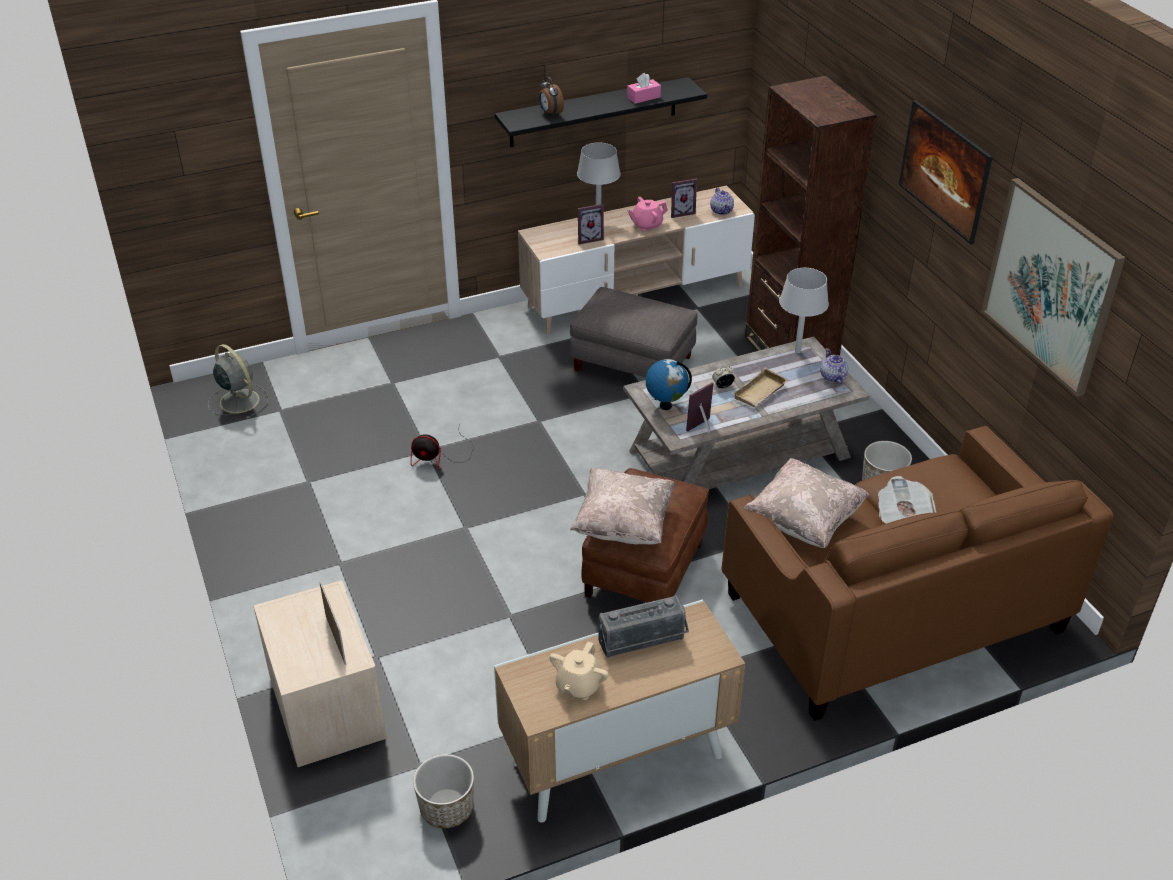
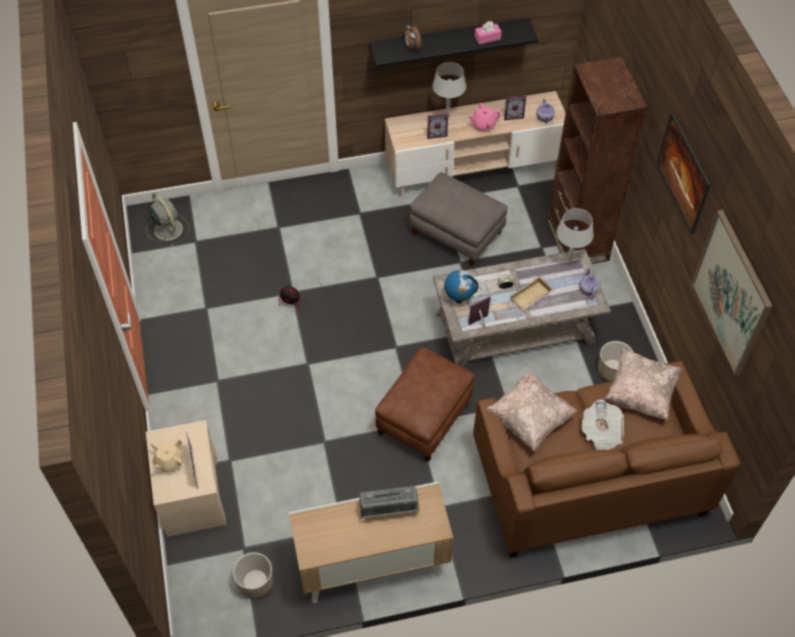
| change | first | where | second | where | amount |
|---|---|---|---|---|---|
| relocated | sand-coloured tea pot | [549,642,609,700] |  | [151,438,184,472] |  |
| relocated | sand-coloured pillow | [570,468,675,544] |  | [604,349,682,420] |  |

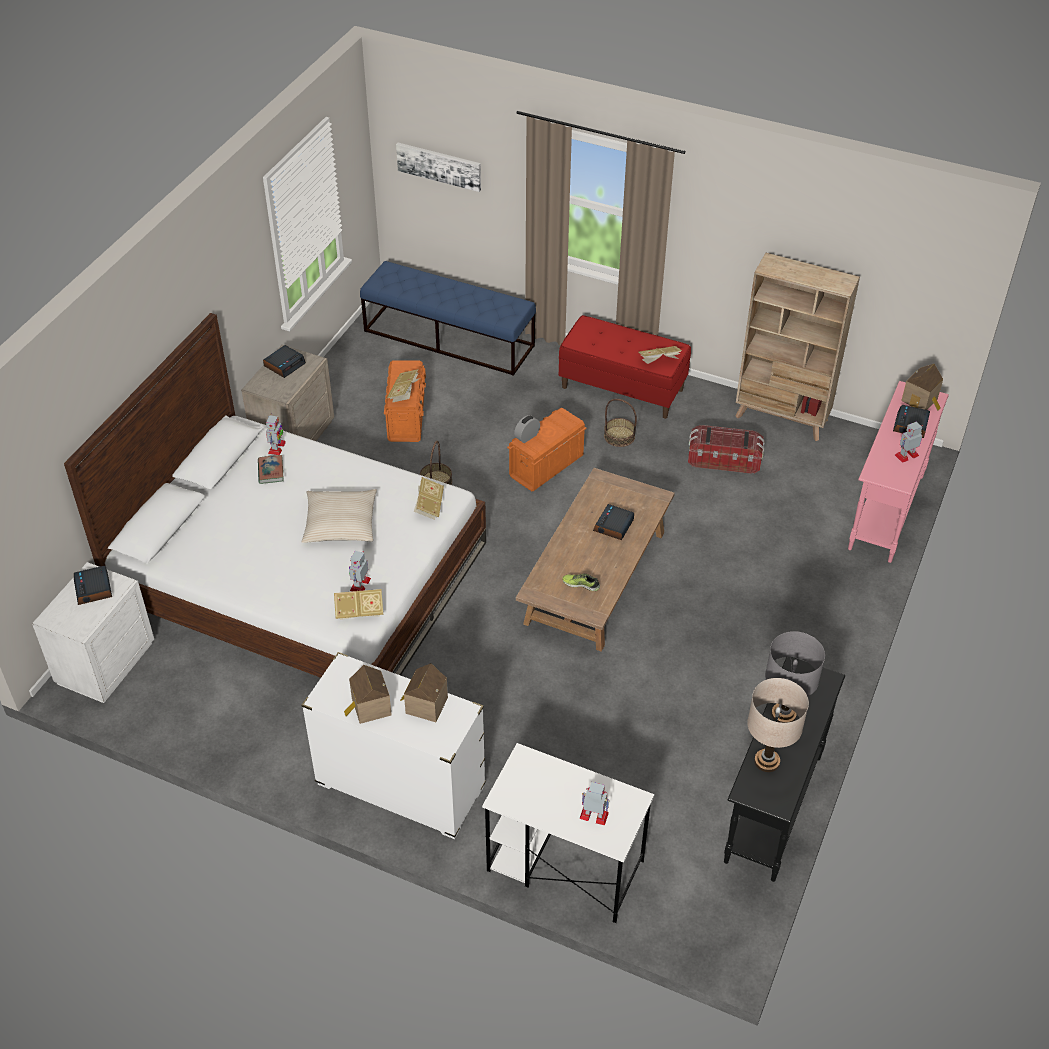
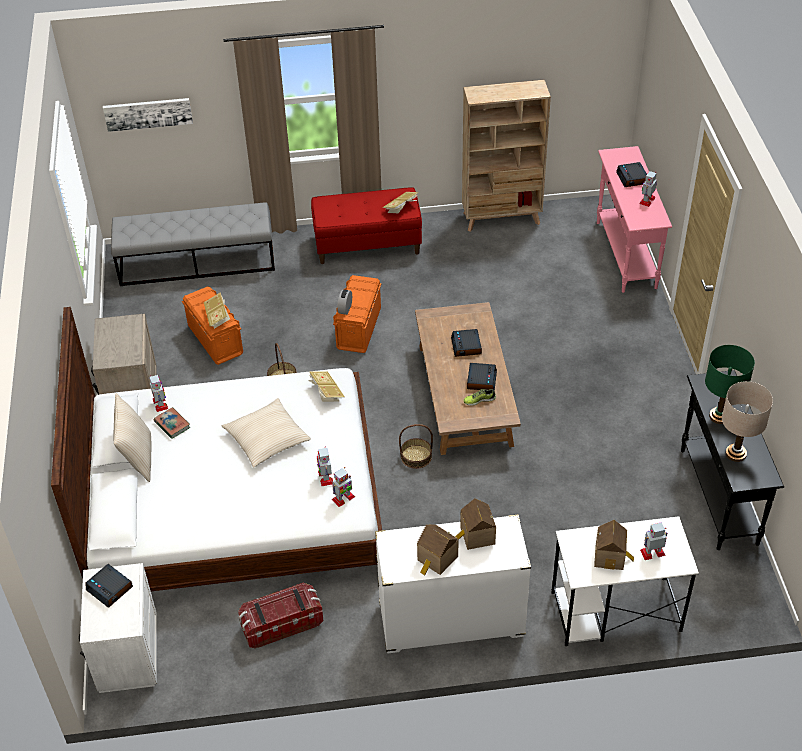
| change | first | where | second | where | amount |
|---|---|---|---|---|---|
| appeared |  |  | sand-coloured pillow | [113,393,151,482] |  |
| relocated | bedside clock | [263,345,306,378] |  | [467,363,497,391] |  |
| relocated | storage basket | [604,399,637,447] |  | [399,424,433,469] |  |
| relocated | storage container | [688,425,765,474] |  | [238,583,324,649] |  |
| relocated | model house | [901,364,943,411] |  | [594,520,634,570] |  |
| exchanged | book | [334,589,383,620] | robot figure | [332,467,355,507] |  |
| colour | blue long seat | [360,261,536,376] | gray long seat | [111,202,275,286] |  |
| colour | gray lamp for a table | [765,631,825,723] | green lamp for a table | [705,345,755,424] |  |

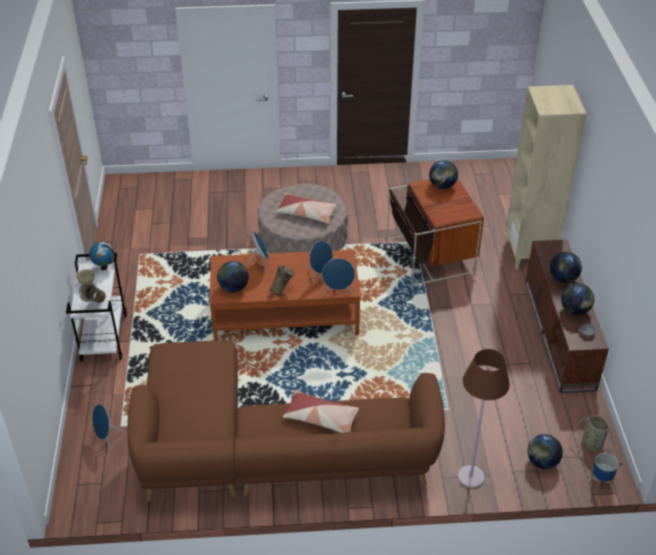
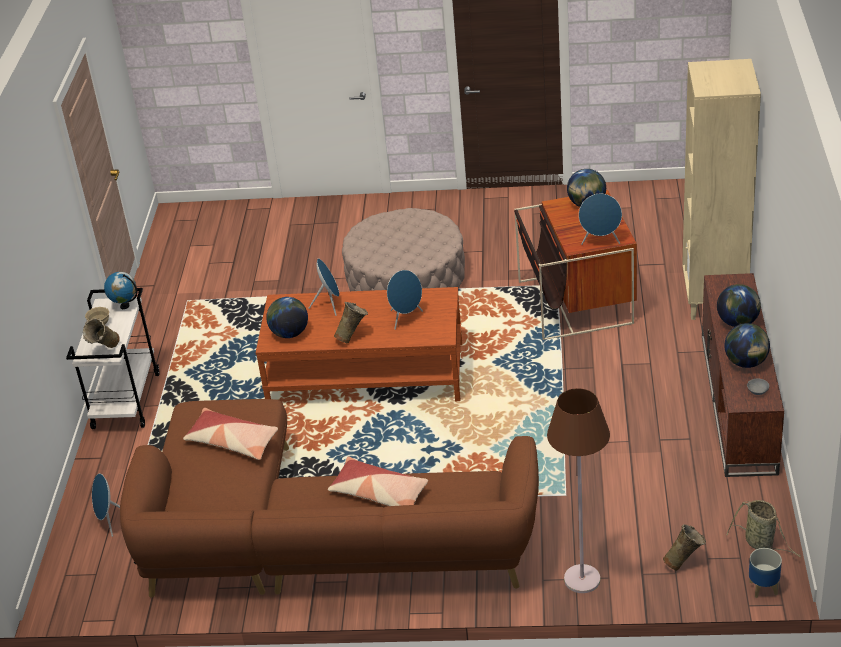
| change | first | where | second | where | amount |
|---|---|---|---|---|---|
| relocated | pillow | [276,193,336,224] |  | [183,408,278,460] |  |
| relocated | blue speaker | [322,258,355,295] |  | [579,194,622,245] |  |
| exchanged | desk globe | [527,434,563,469] | sand-coloured vase | [663,524,706,571] |  |

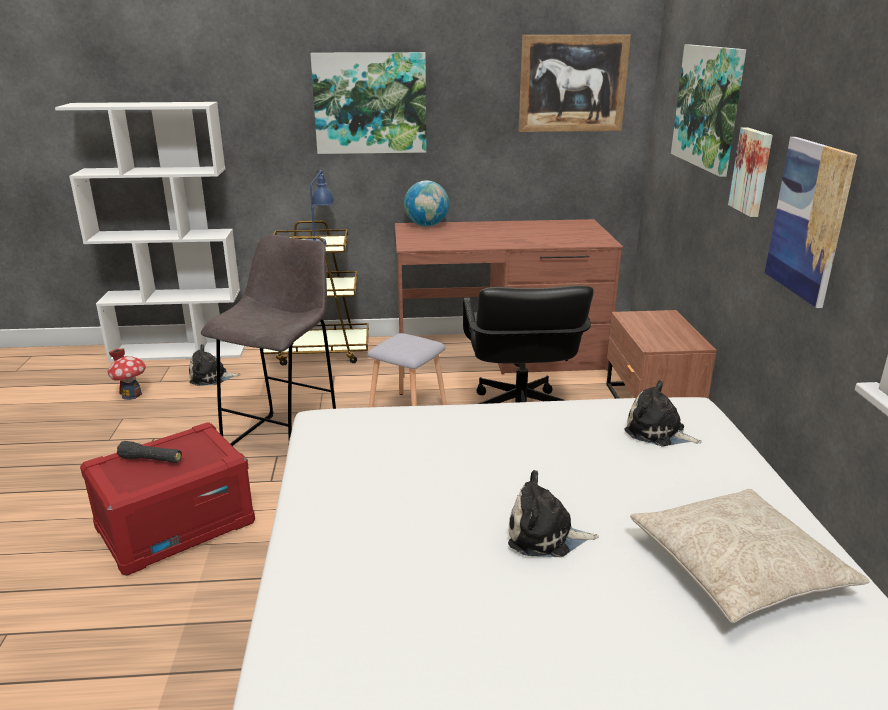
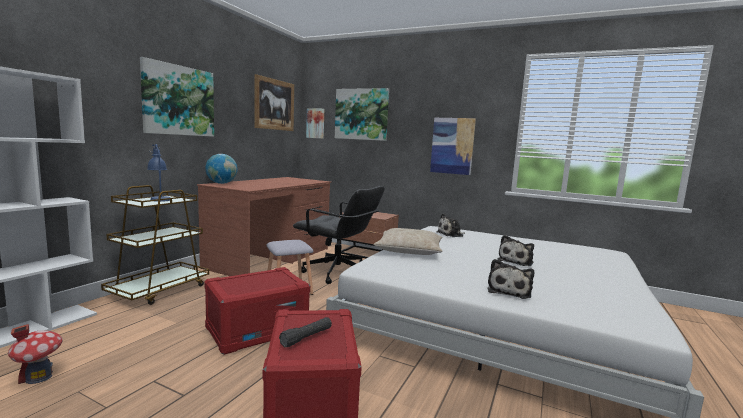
| change | first | where | second | where | amount |
|---|---|---|---|---|---|
| relocated | cuddly toy | [189,344,241,386] |  | [488,259,534,299] |  |
| relocated | sand-coloured pillow | [630,489,870,623] |  | [373,228,442,255] |  |
| relocated | wall picture | [728,127,773,217] |  | [306,108,324,139] |  |
| exchanged | gray sitting stool | [201,235,336,446] | red-coloured storage container | [204,267,310,355] |  |

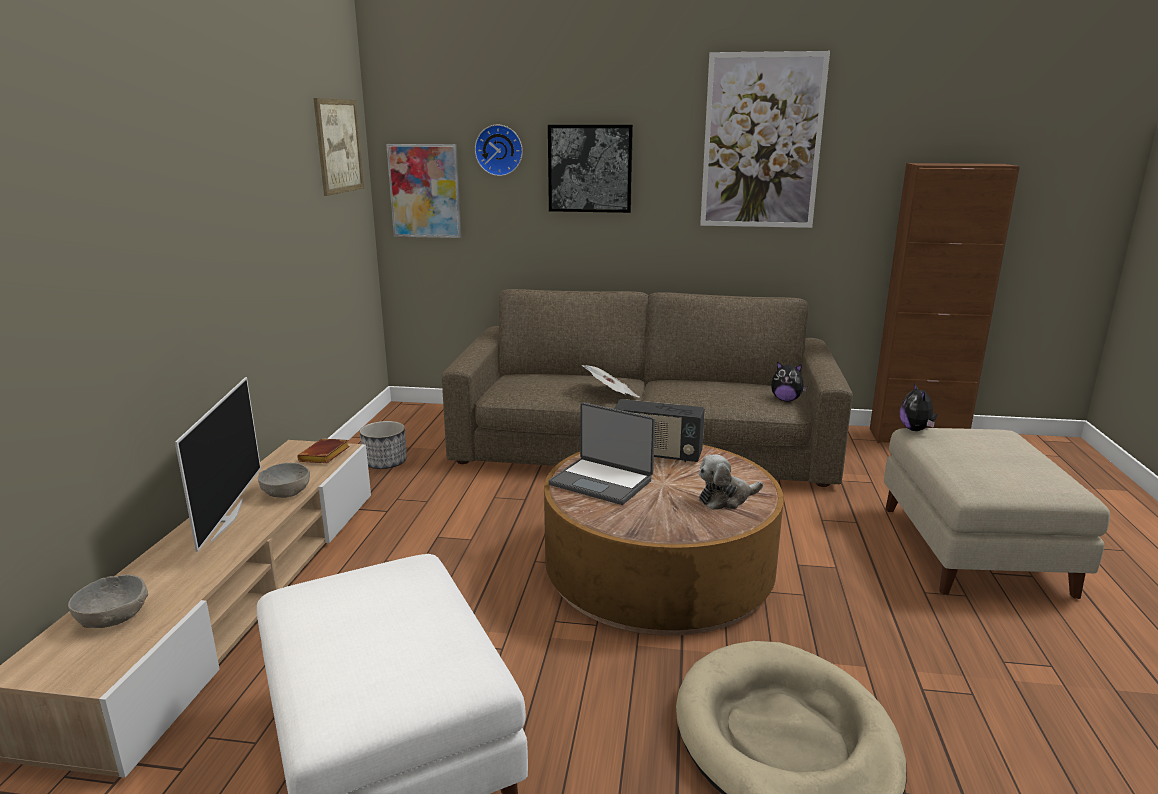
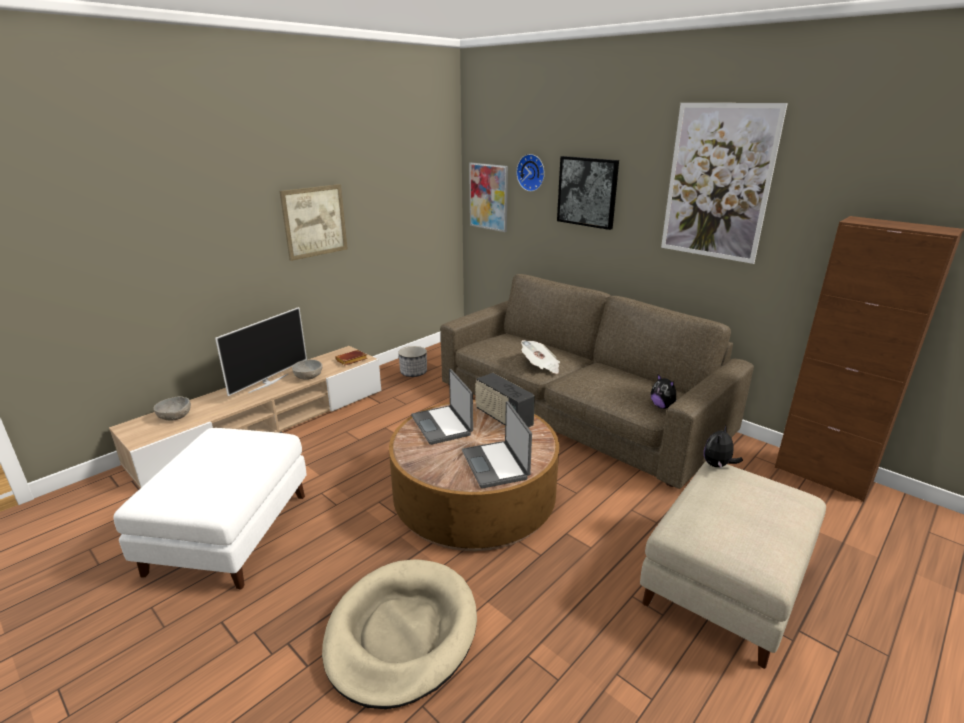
| change | first | where | second | where | amount |
|---|---|---|---|---|---|
| relocated | wall picture | [313,98,364,196] |  | [279,184,348,261] |  |
| exchanged | cuddly toy | [699,455,763,510] | laptop | [462,401,532,488] |  |

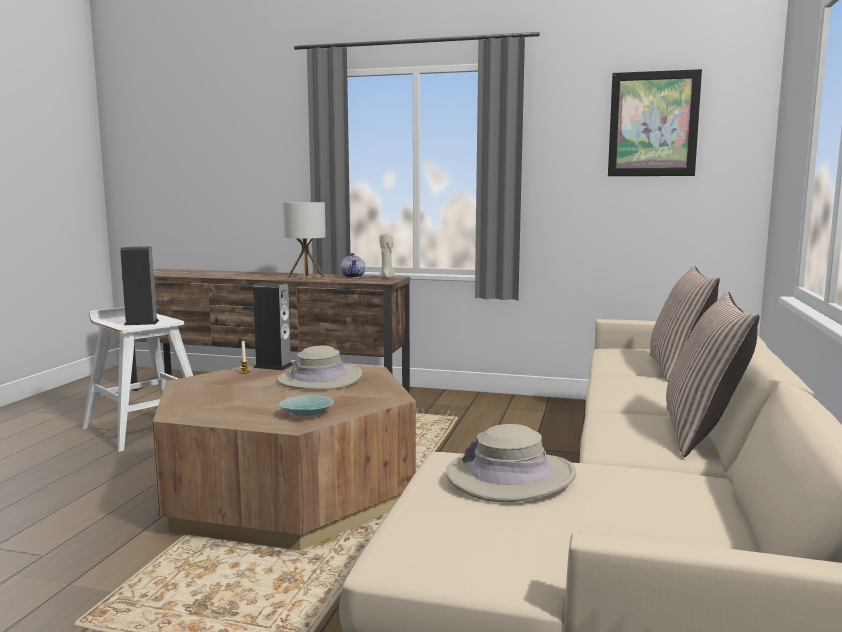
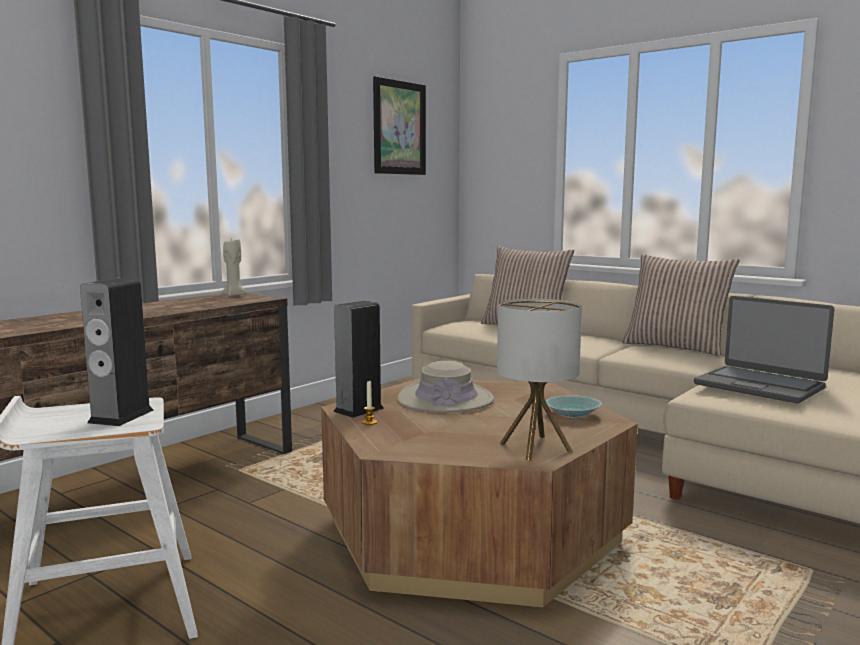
| change | first | where | second | where | amount |
|---|---|---|---|---|---|
| missing | tea pot | [341,253,365,278] |  |  |  |
| relocated | lamp for a table | [283,202,326,280] |  | [497,299,582,461] |  |
| exchanged | sand-coloured clothing hat | [446,424,576,502] | laptop | [694,296,835,403] |  |

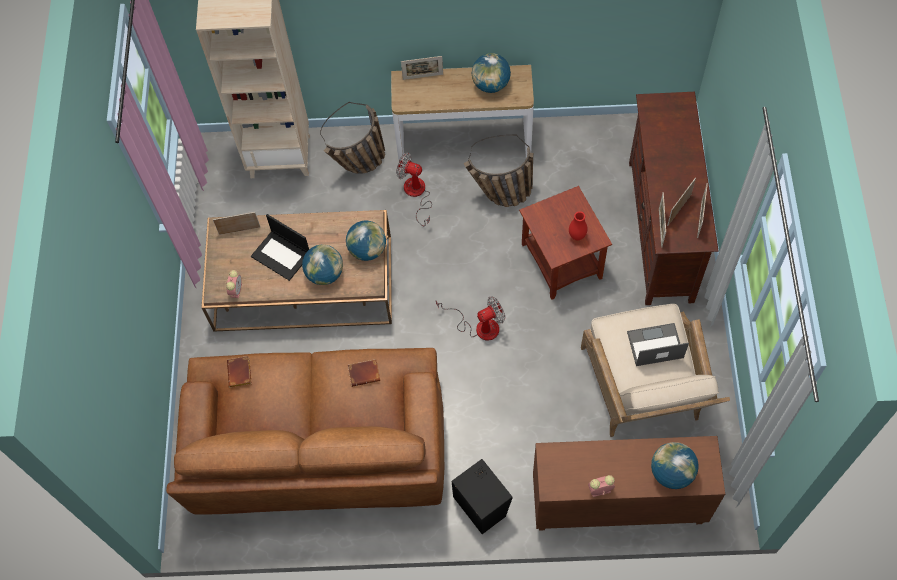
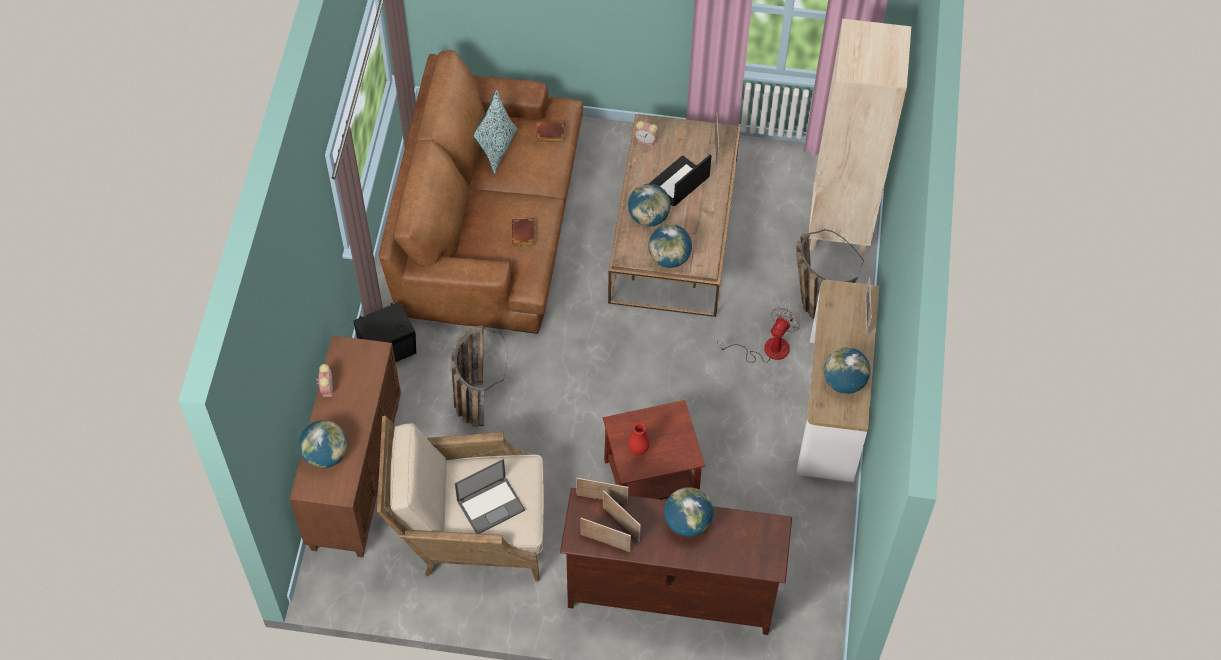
| change | first | where | second | where | amount |
|---|---|---|---|---|---|
| missing | cooling fan | [436,296,505,341] |  |  |  |
| appeared |  |  | pillow | [473,90,517,175] |  |
| appeared |  |  | desk globe | [664,487,714,537] |  |
| relocated | storage basket | [464,135,533,207] |  | [451,325,507,427] |  |
| spun | laptop | [627,323,689,366] |  | [455,459,525,534] | 60 degrees clockwise |

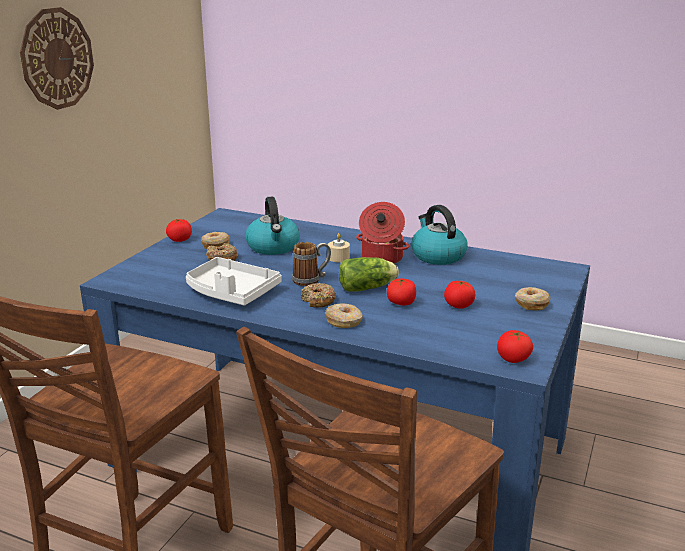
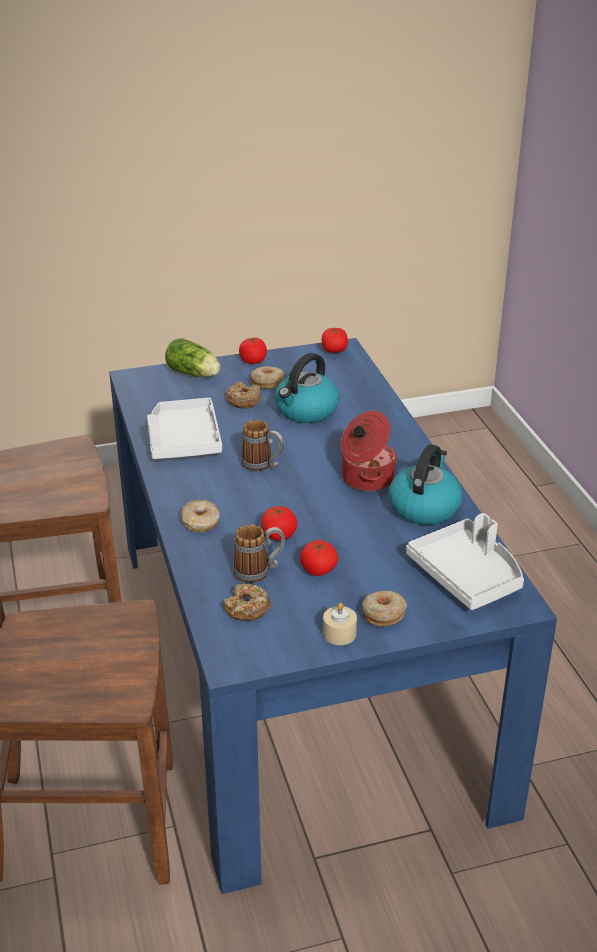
| change | first | where | second | where | amount |
|---|---|---|---|---|---|
| missing | wall clock | [20,7,94,110] |  |  |  |
| appeared |  |  | coffee mug | [233,524,285,583] |  |
| appeared |  |  | whitish tray | [406,513,524,610] |  |
| relocated | doughnut | [301,283,336,308] |  | [224,584,271,621] |  |
| relocated | sand-coloured wax candle | [328,233,350,262] |  | [323,603,357,645] |  |
| relocated | lettuce head | [339,257,399,292] |  | [165,338,220,377] |  |
| relocated | tomato | [497,330,533,363] |  | [322,328,348,353] |  |

